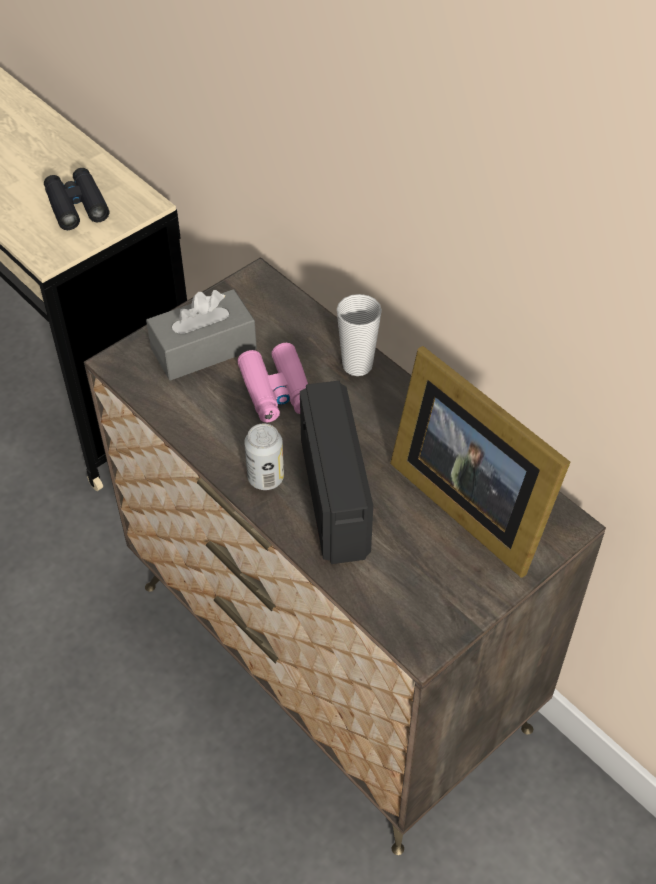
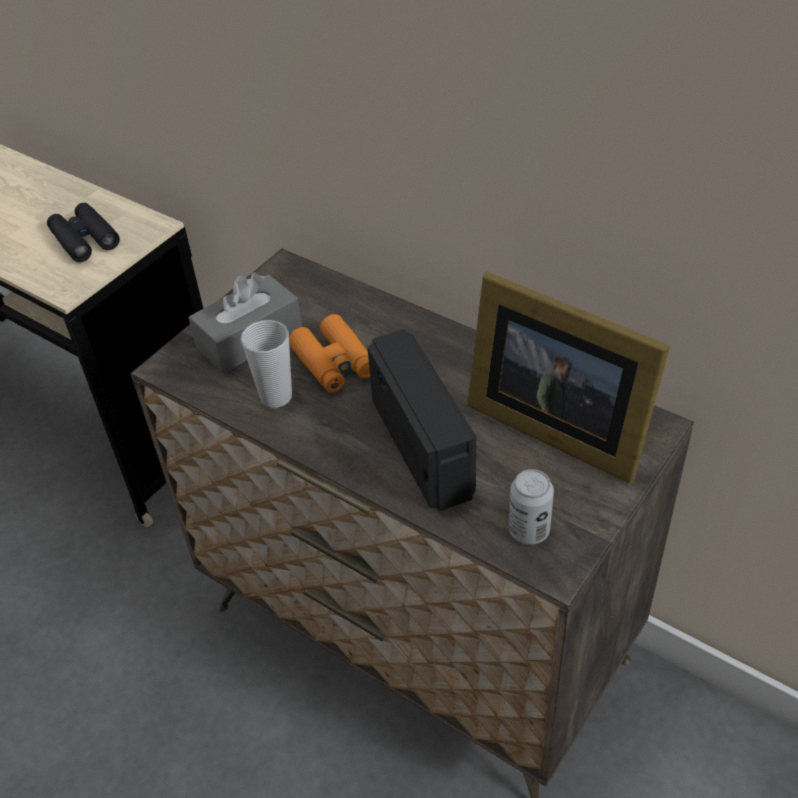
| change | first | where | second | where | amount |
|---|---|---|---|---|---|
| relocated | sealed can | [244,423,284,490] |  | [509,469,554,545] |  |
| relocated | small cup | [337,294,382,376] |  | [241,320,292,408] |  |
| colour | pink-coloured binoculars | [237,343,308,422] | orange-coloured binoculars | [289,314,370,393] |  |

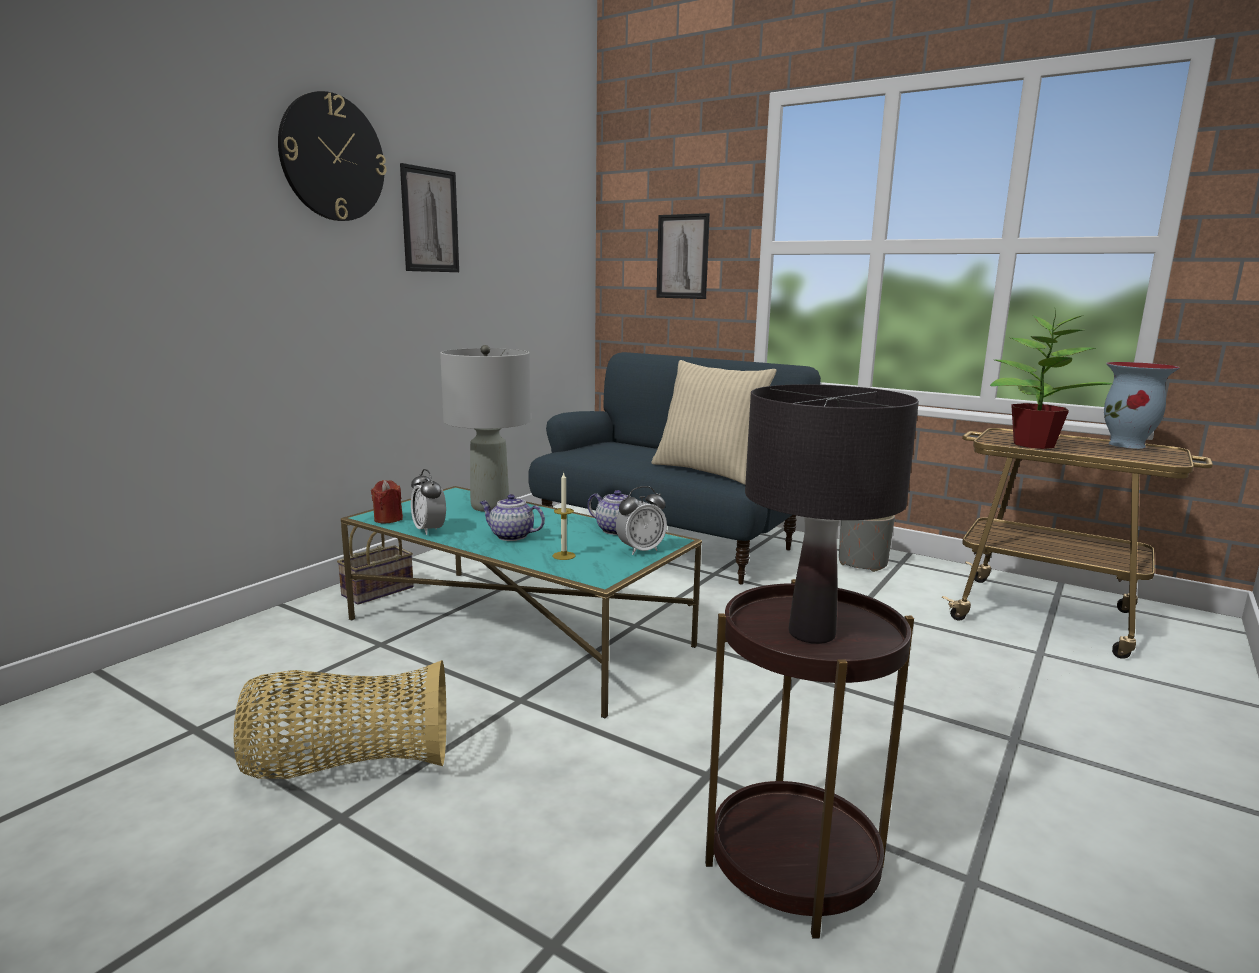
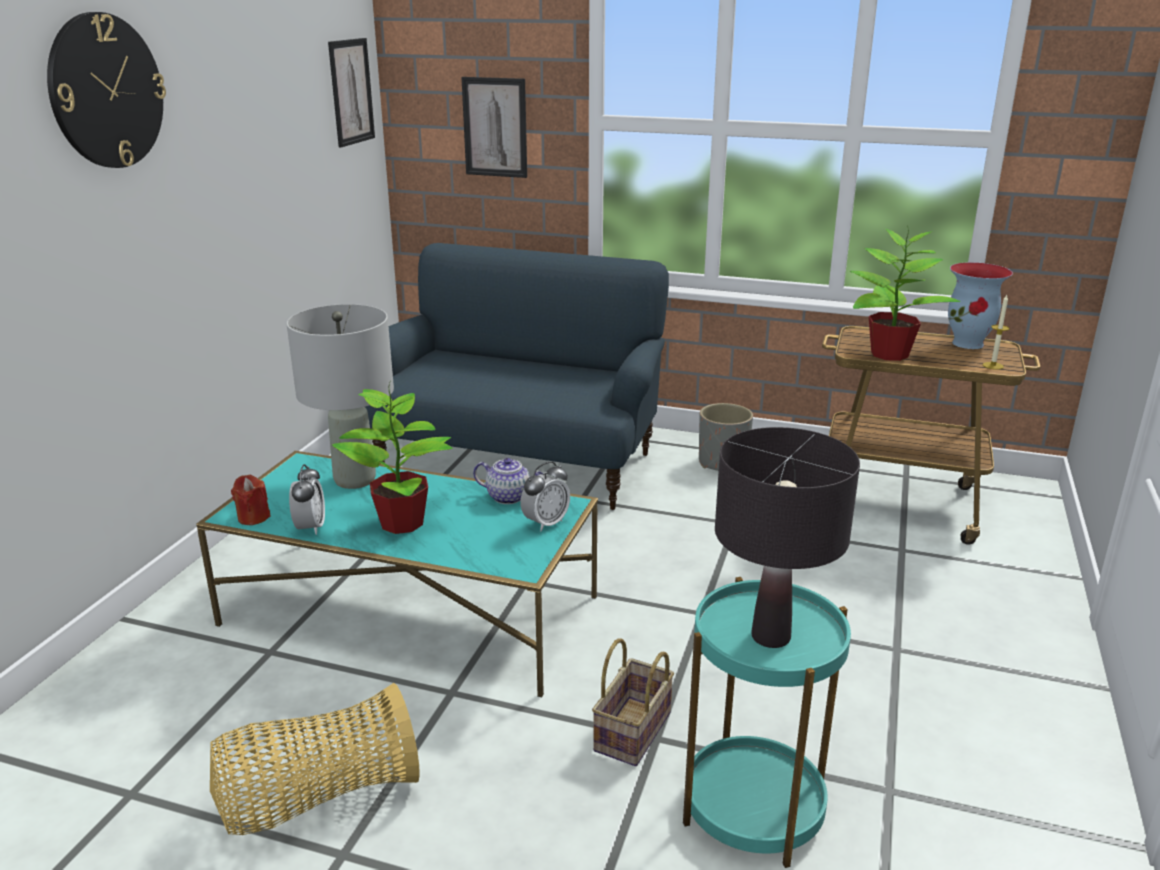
| change | first | where | second | where | amount |
|---|---|---|---|---|---|
| missing | sand-coloured pillow | [651,360,777,485] |  |  |  |
| relocated | storage basket | [337,526,414,605] |  | [592,638,674,766] |  |
| relocated | wall picture | [400,163,459,272] |  | [328,38,375,147] |  |
| relocated | wax candle | [553,473,575,560] |  | [983,295,1010,370] |  |
| exchanged | tea pot | [479,494,545,541] | houseplant | [332,382,453,534] |  |
| colour | brown end table | [705,579,914,939] | blue-green end table | [683,577,851,868] |  |
| spun | bedside clock | [411,469,446,535] |  | [289,464,325,535] | 135 degrees counterclockwise |

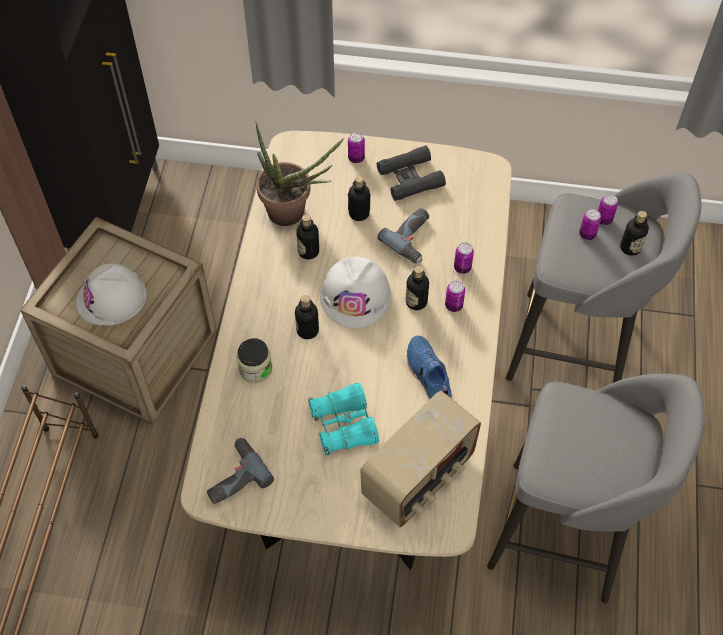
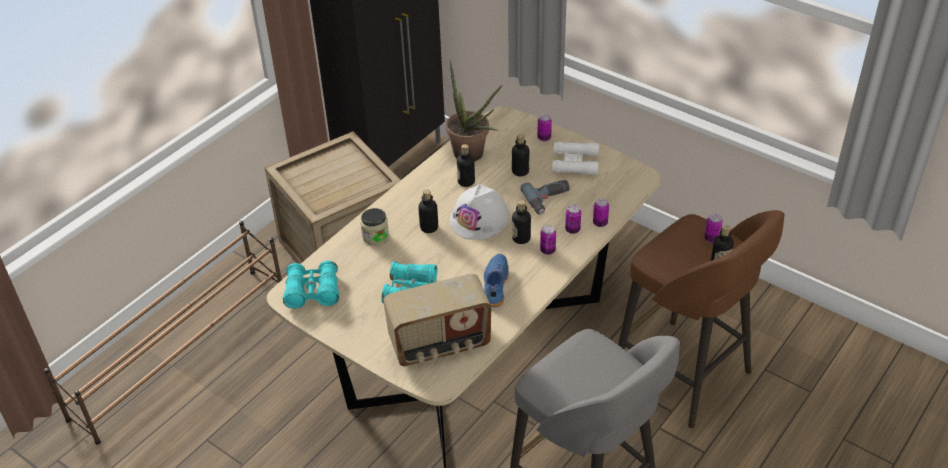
| change | first | where | second | where | amount |
|---|---|---|---|---|---|
| missing | whitish safety helmet | [76,263,147,326] |  |  |  |
| relocated | sealed can | [579,209,601,240] |  | [593,198,609,227] |  |
| exchanged | electric drill | [207,438,274,504] | blue-green binoculars | [283,261,339,309] |  |
| colour | black binoculars | [377,145,446,201] | whitish binoculars | [552,142,599,175] |  |
| colour | gray sitting stool | [506,173,701,383] | brown sitting stool | [618,210,785,428] |  |

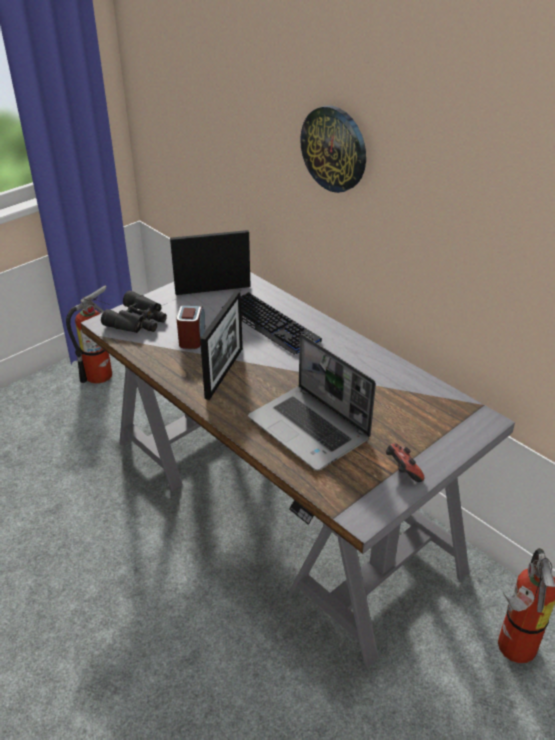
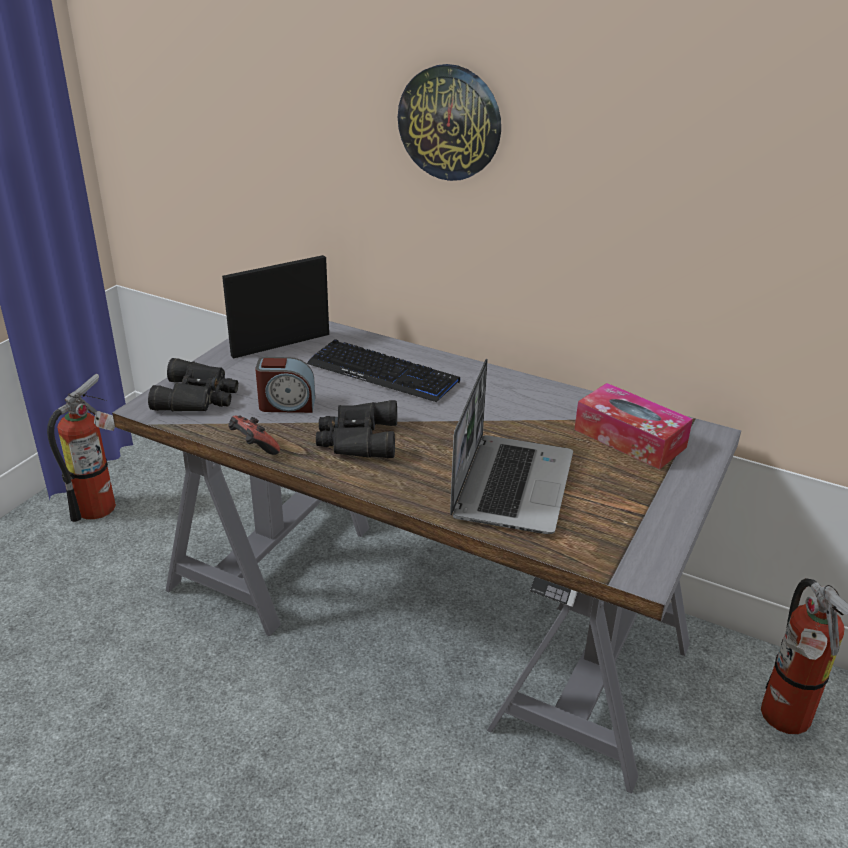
| change | first | where | second | where | amount |
|---|---|---|---|---|---|
| appeared |  |  | tissue box | [574,383,693,469] |  |
| relocated | game controller | [386,443,425,482] |  | [228,415,280,455] |  |
| exchanged | standing frame | [200,290,243,400] | black binoculars | [316,400,397,458] |  |
| spun | bedside clock | [177,306,205,349] |  | [255,357,315,413] | 105 degrees clockwise |
| spun | laptop | [248,334,376,471] |  | [450,359,573,534] | 105 degrees counterclockwise |

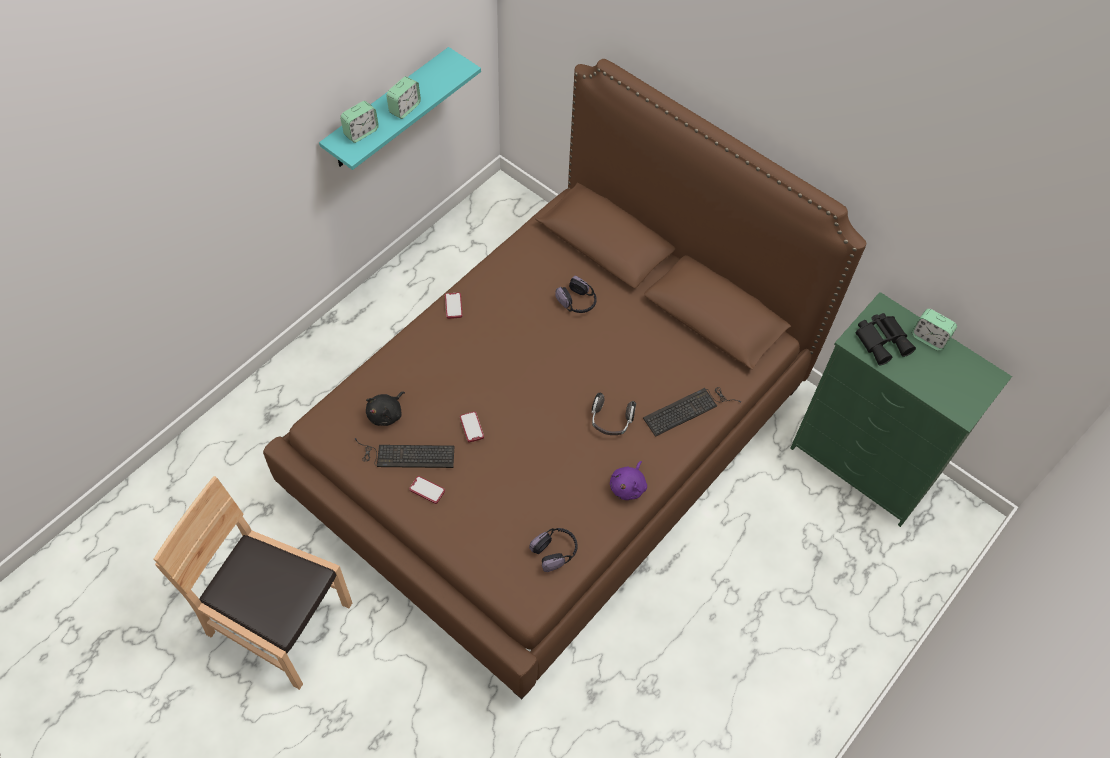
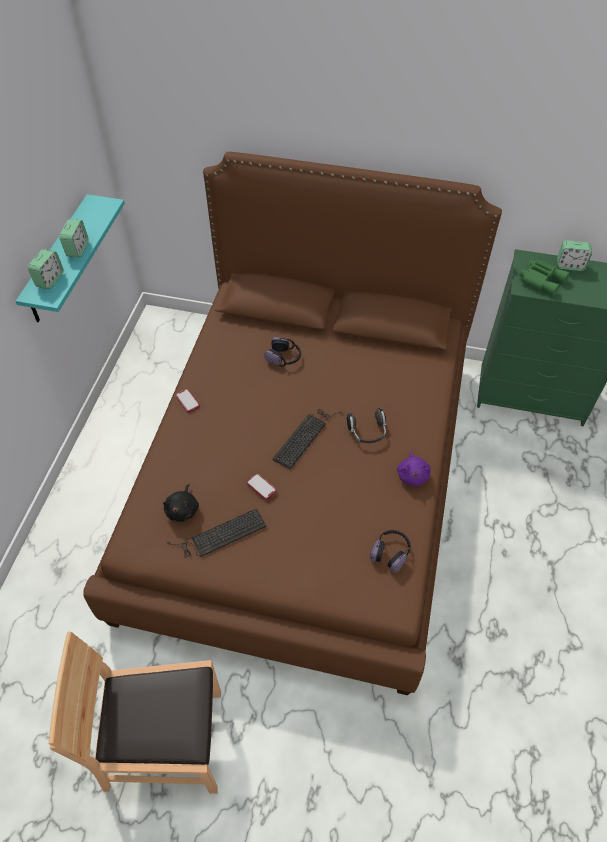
| change | first | where | second | where | amount |
|---|---|---|---|---|---|
| missing | handset | [409,476,445,504] |  |  |  |
| relocated | keyboard | [643,387,741,437] |  | [272,409,342,469] |  |
| colour | black binoculars | [855,313,916,366] | green binoculars | [519,259,570,296] |  |

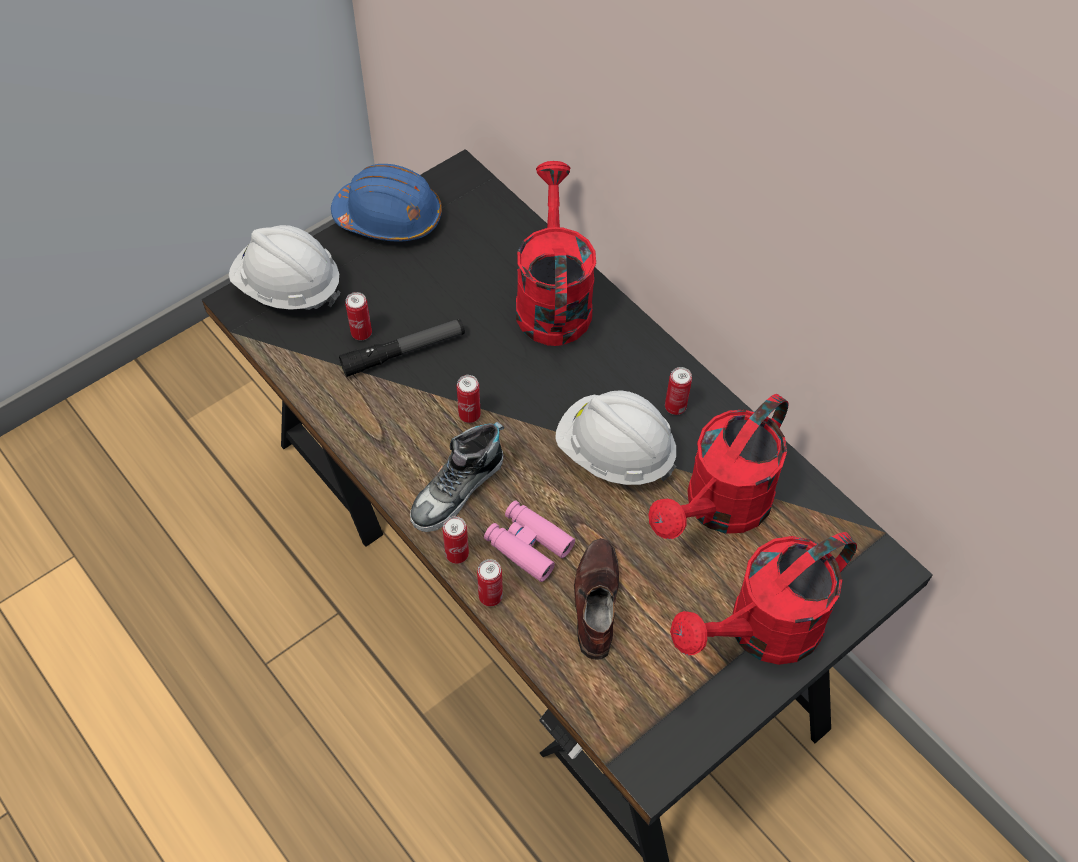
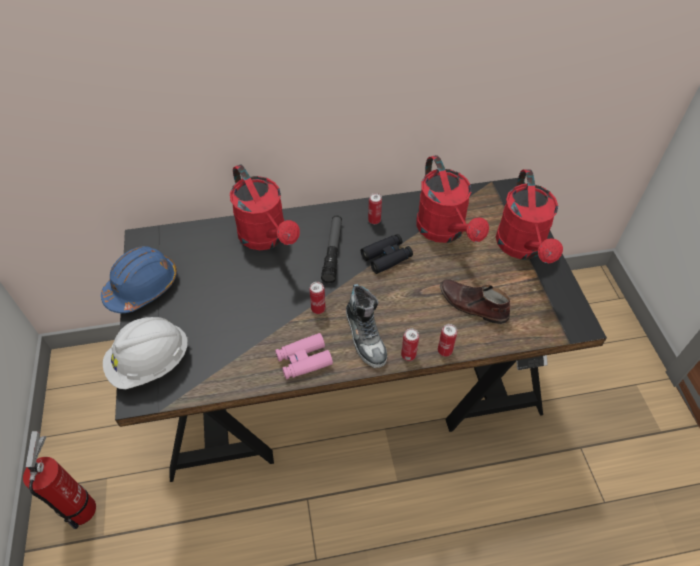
| change | first | where | second | where | amount |
|---|---|---|---|---|---|
| missing | sealed can | [345,292,372,340] |  |  |  |
| appeared |  |  | fire-fighting cylinder | [23,431,96,529] |  |
| relocated | flashlight | [339,319,465,377] |  | [321,216,342,283] |  |
| relocated | pink-coloured binoculars | [484,500,575,582] |  | [275,333,333,379] |  |
| exchanged | whitish safety helmet | [555,390,676,485] | black binoculars | [361,234,413,274] |  |
| spun | red-coloured sprinkling can | [516,161,596,346] |  | [230,165,300,250] | 150 degrees counterclockwise |

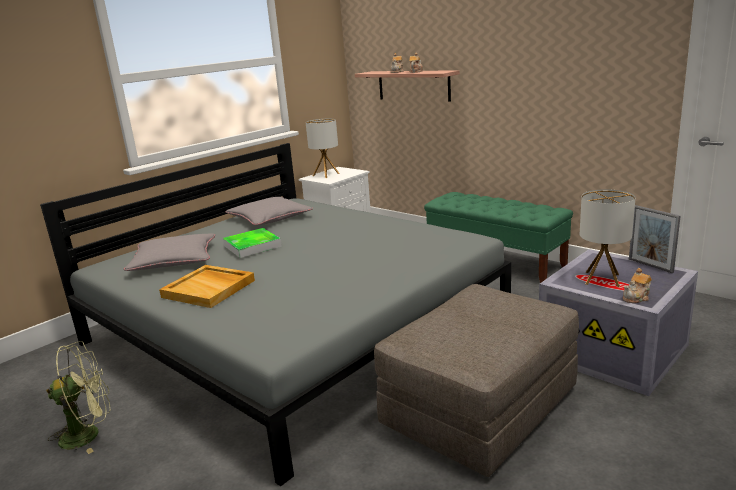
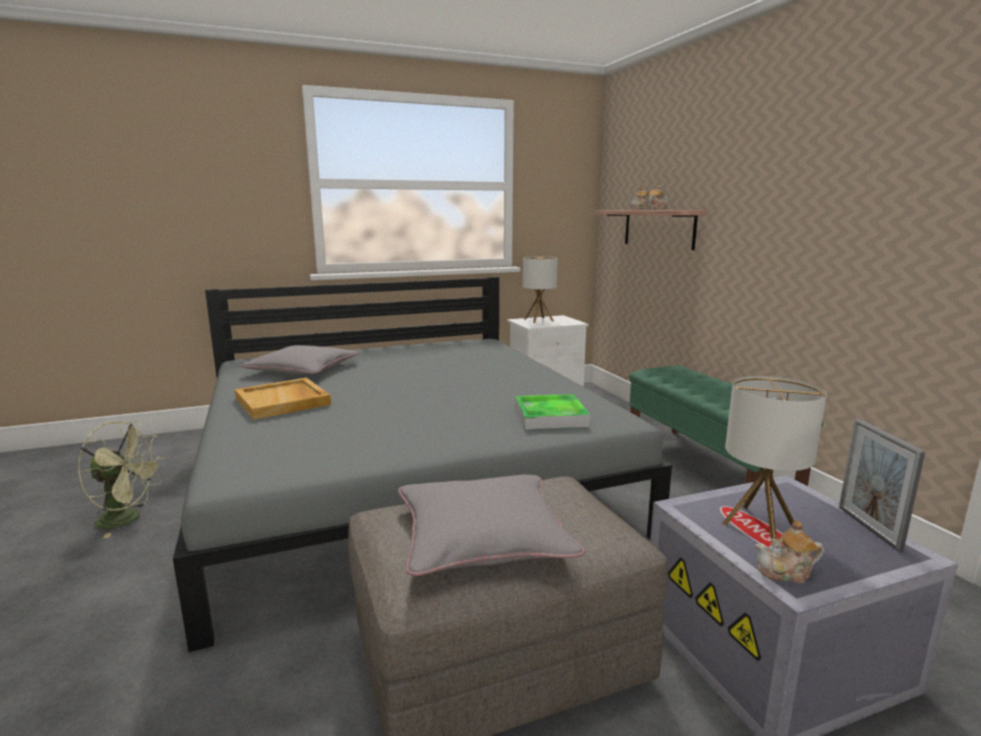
| change | first | where | second | where | amount |
|---|---|---|---|---|---|
| relocated | tray | [223,228,282,258] |  | [515,394,590,429] |  |
| relocated | gray pillow | [225,197,313,225] |  | [398,475,585,576] |  |

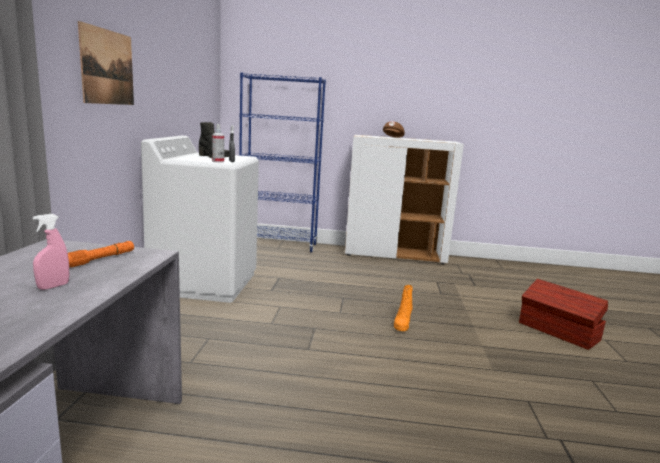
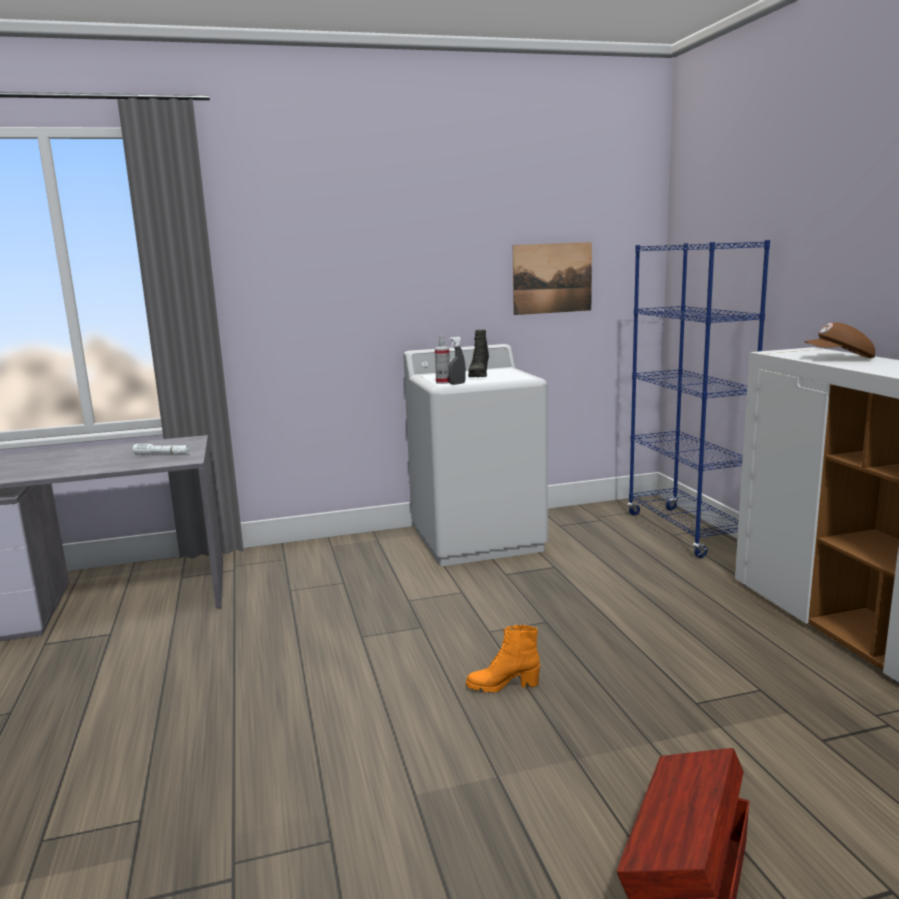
| change | first | where | second | where | amount |
|---|---|---|---|---|---|
| missing | pink-coloured hand sprayer | [33,214,69,290] |  |  |  |
| relocated | wall picture | [78,21,134,105] |  | [513,242,592,315] |  |
| colour | orange-coloured flashlight | [68,241,134,268] | whitish flashlight | [132,443,190,455] |  |

